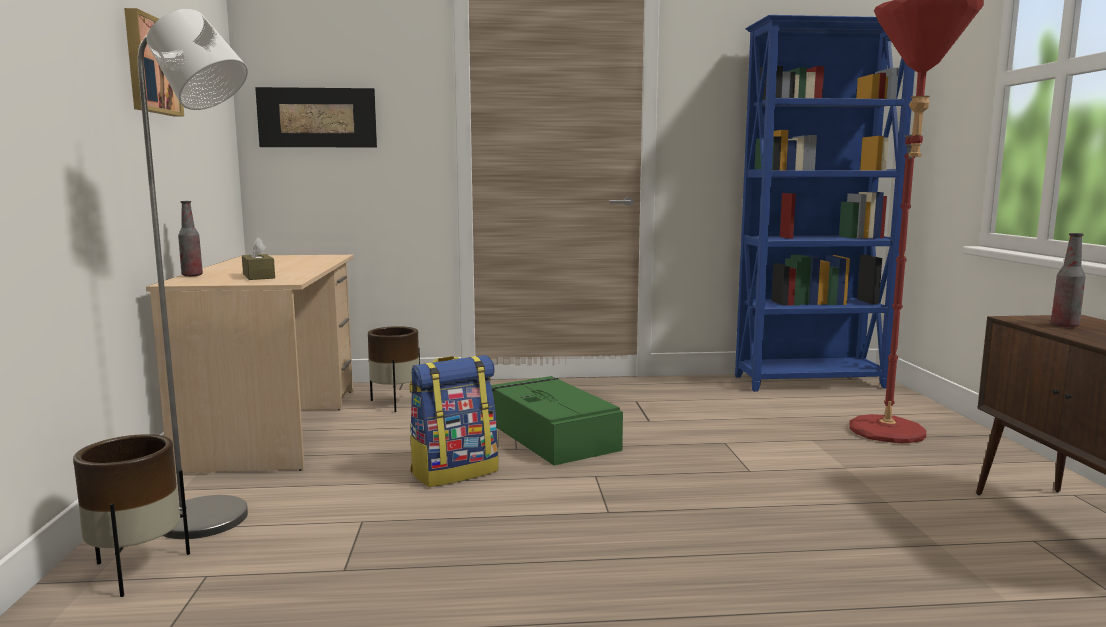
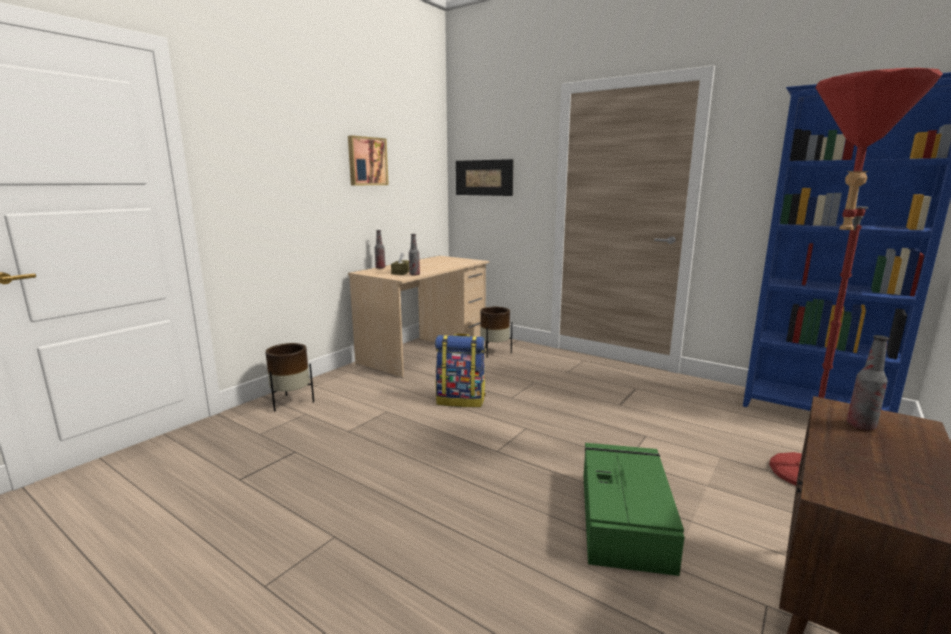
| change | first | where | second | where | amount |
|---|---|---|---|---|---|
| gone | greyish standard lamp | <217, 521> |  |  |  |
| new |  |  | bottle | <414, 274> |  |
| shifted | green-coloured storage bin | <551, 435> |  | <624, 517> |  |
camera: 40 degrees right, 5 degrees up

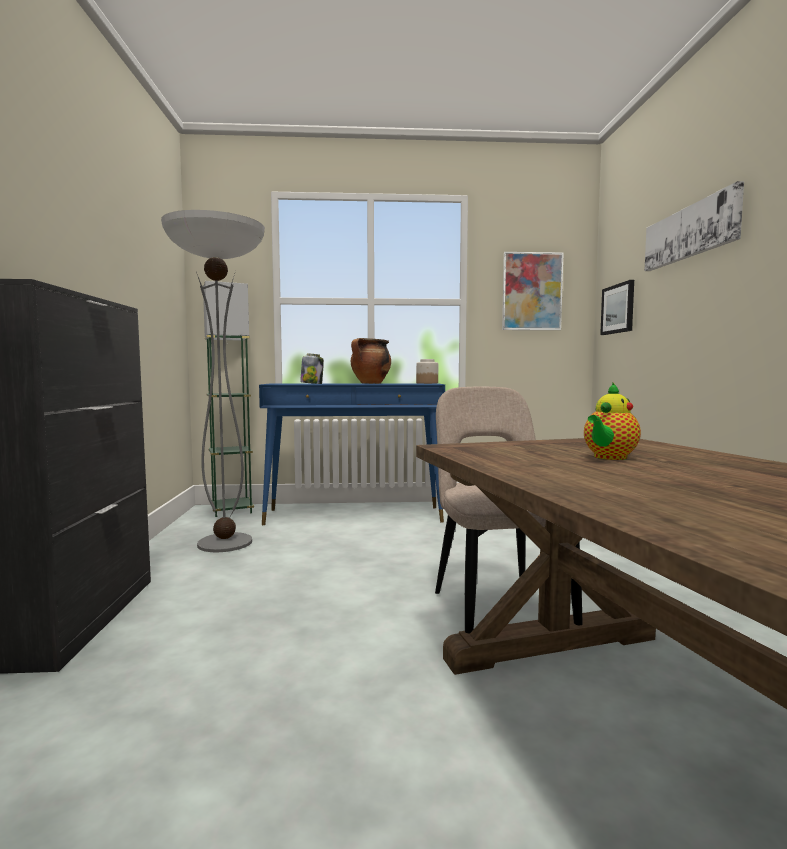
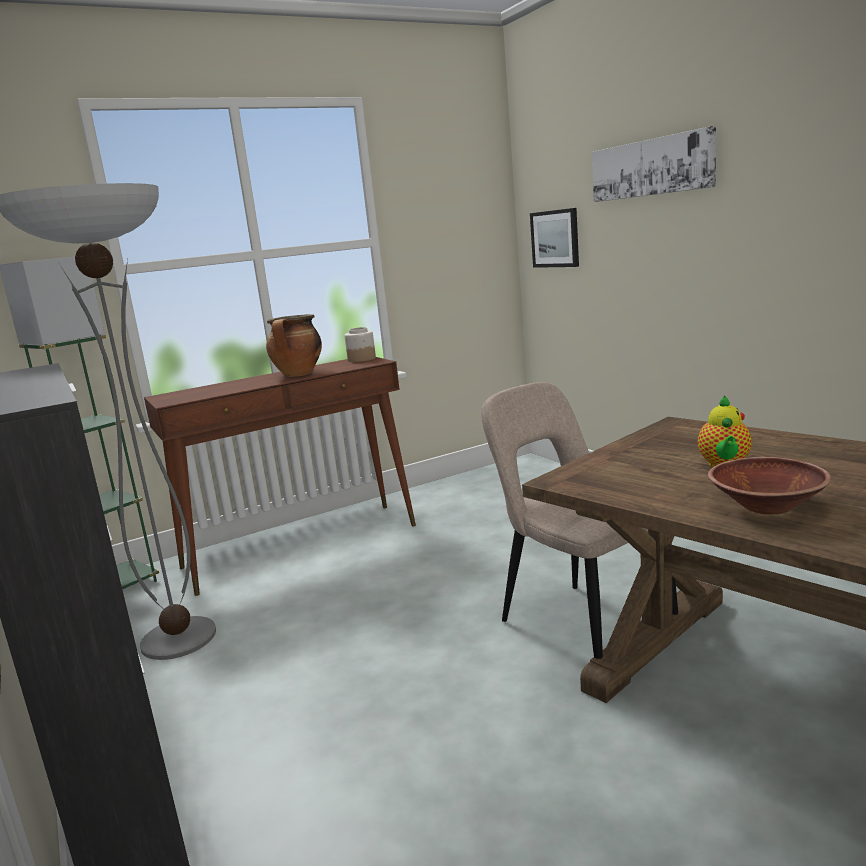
| change | first | where | second | where | amount |
|---|---|---|---|---|---|
| gone | preserve jar | <312, 383> |  |  |  |
| gone | wall picture | <532, 291> |  |  |  |
| new |  |  | brown deep dish | <767, 506> |  |
| repainted | blue console table | <355, 515> | brown console table | <302, 545> |  |
camera: 25 degrees left, 10 degrees up

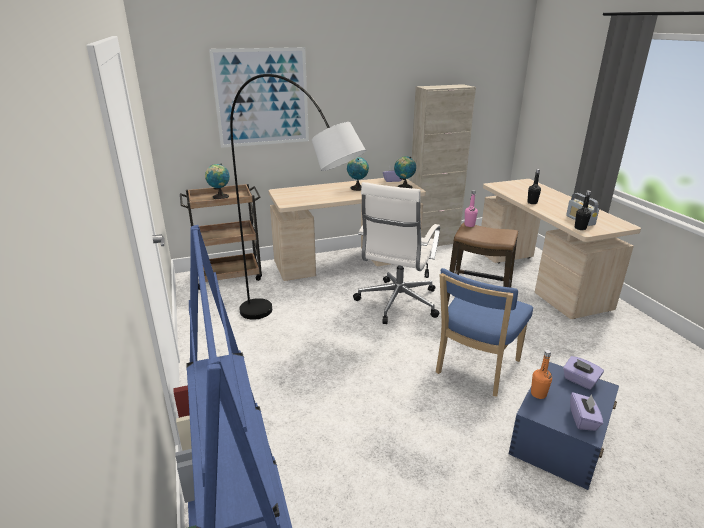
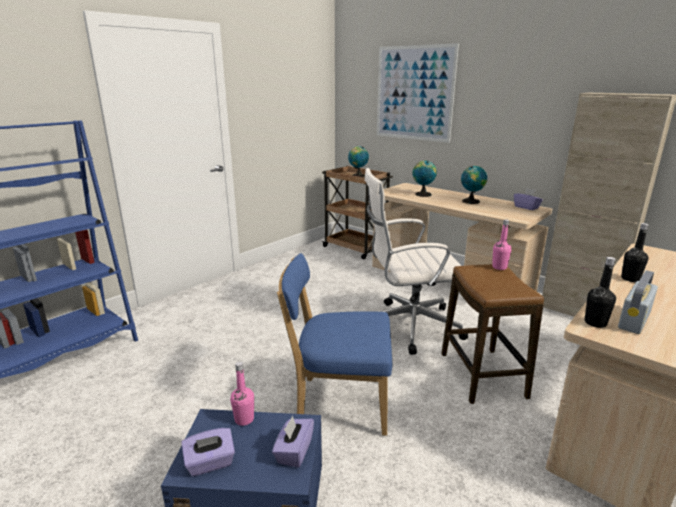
| change | first | where | second | where | amount |
|---|---|---|---|---|---|
| gone | greyish standard lamp | <300, 332> |  |  |  |
| shifted | globe | <403, 187> |  | <422, 194> |  |
| repainted | orange bottle | <538, 394> | pink bottle | <244, 419> |  |
camera: 60 degrees right, 5 degrees down

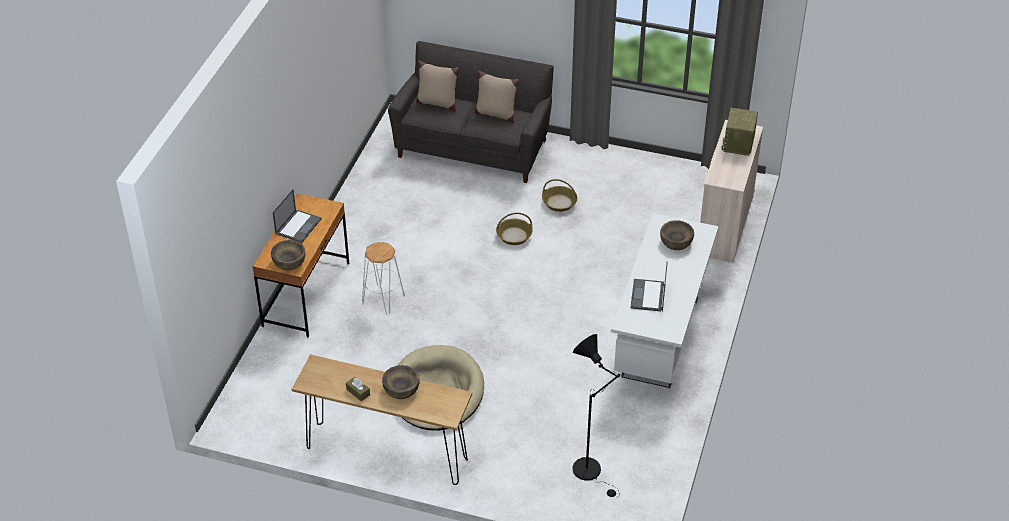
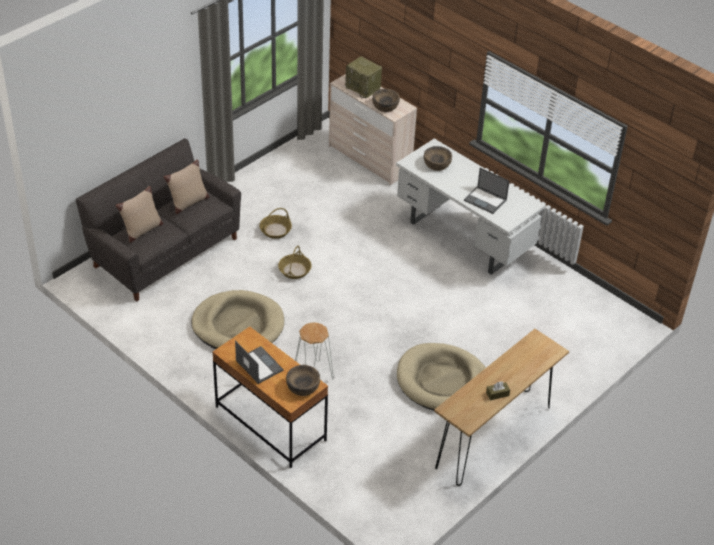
| change | first | where | second | where | amount |
|---|---|---|---|---|---|
| gone | black-coloured standard lamp | <591, 472> |  |  |  |
| new |  |  | sand-coloured dog cushion | <238, 325> |  |
| shifted | brown deep dish | <401, 389> |  | <385, 106> |  |
camera: 65 degrees left, 0 degrees up

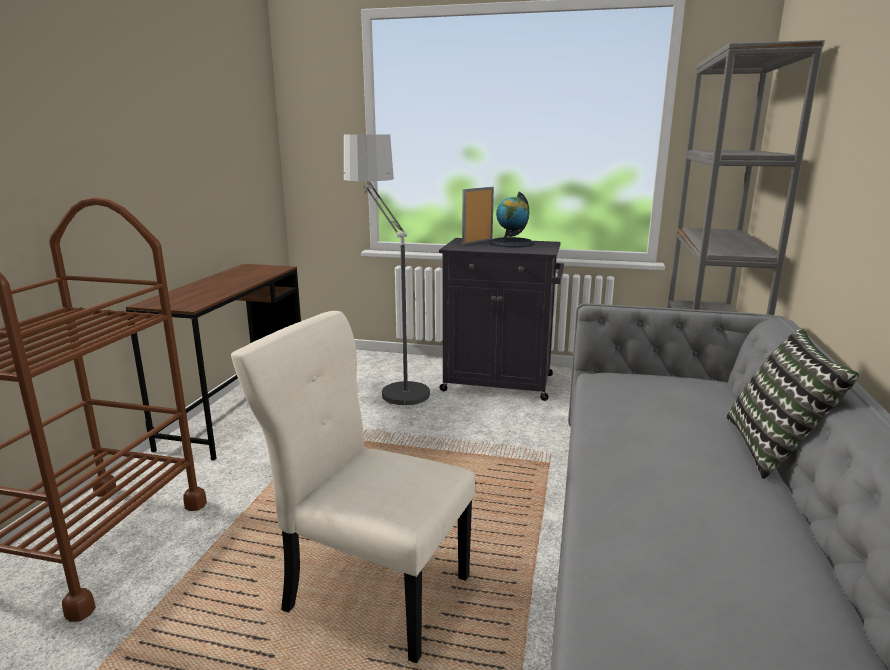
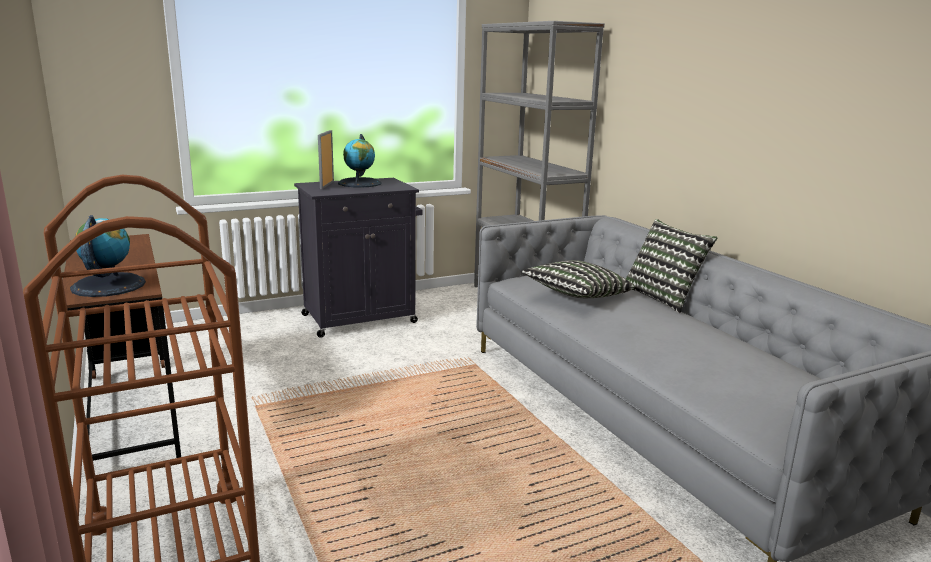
| change | first | where | second | where | amount |
|---|---|---|---|---|---|
| gone | sand-coloured plain chair | <371, 590> |  |  |  |
| gone | standard lamp | <389, 383> |  |  |  |
| new |  |  | globe | <108, 285> |  |
| new |  |  | pillow | <576, 296> |  |
camera: 40 degrees left, 0 degrees up

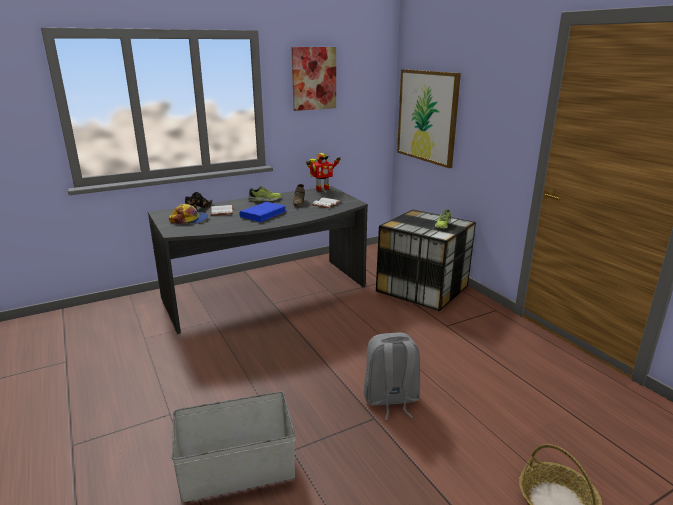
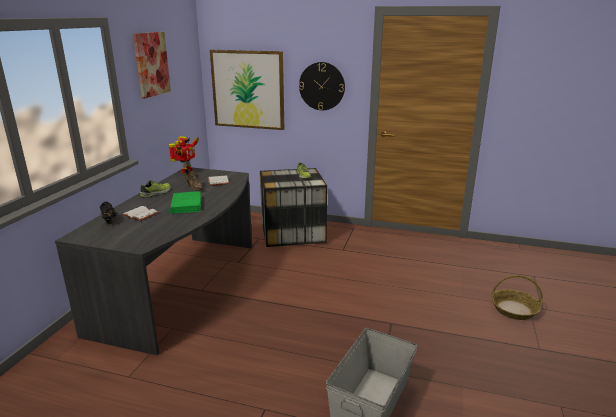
| change | first | where | second | where | amount |
|---|---|---|---|---|---|
| gone | peaked cap | <190, 220> |  |  |  |
| gone | greyish knapsack | <391, 400> |  |  |  |
| new |  |  | hanging clock | <322, 86> |  |
| repainted | blue volume | <263, 214> | green-coloured volume | <186, 205> |  |
camera: 45 degrees left, 0 degrees up

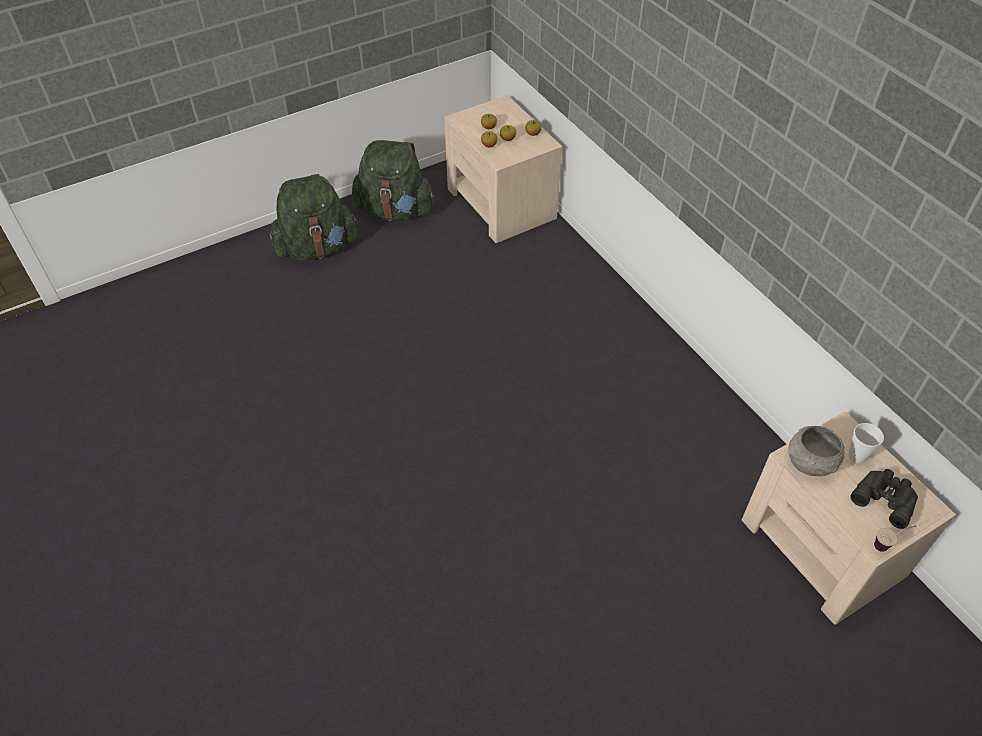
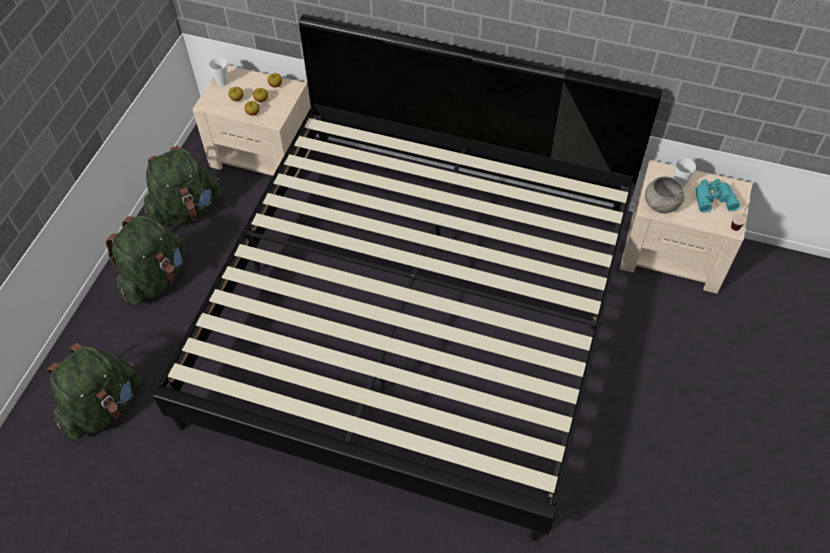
| change | first | where | second | where | amount |
|---|---|---|---|---|---|
| new |  |  | green-coloured knapsack | <104, 407> |  |
| new |  |  | bedroom bed | <416, 313> |  |
| new |  |  | small cup | <222, 82> |  |
| repainted | black-coloured binoculars | <885, 497> | blue-green binoculars | <713, 197> |  |
camera: 40 degrees left, 5 degrees up

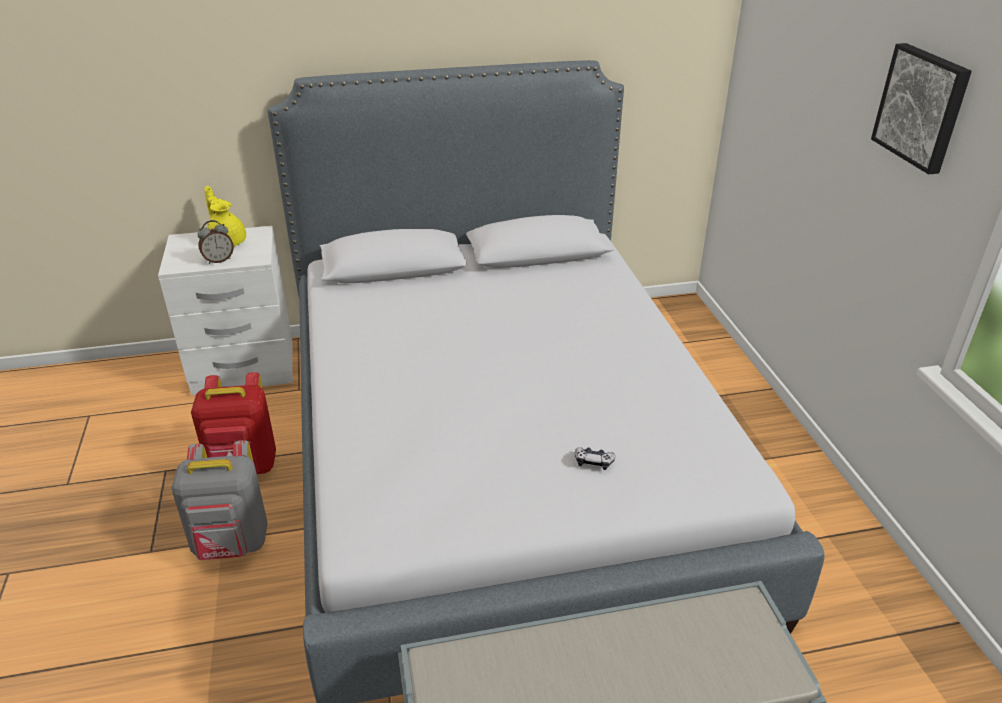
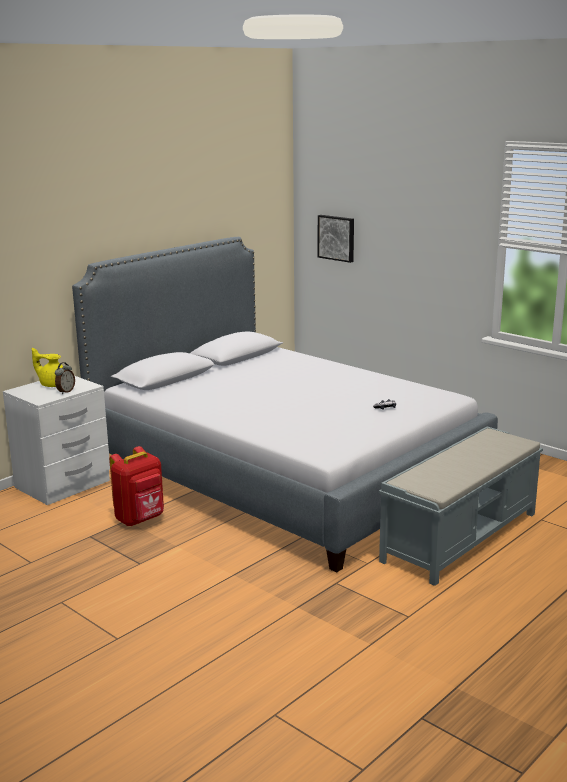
| change | first | where | second | where | amount |
|---|---|---|---|---|---|
| gone | greyish knapsack | <232, 545> |  |  |  |
| shifted | wall picture | <922, 107> |  | <337, 238> |  |
camera: 35 degrees left, 15 degrees down

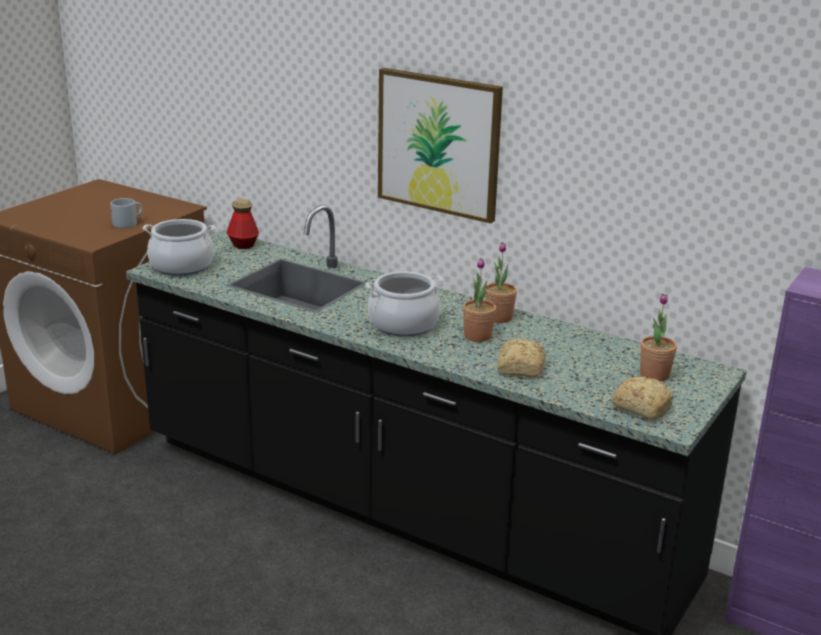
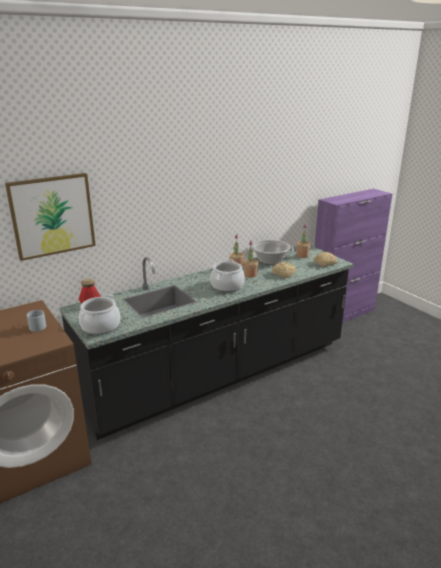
| change | first | where | second | where | amount |
|---|---|---|---|---|---|
| new |  |  | cooking pot | <270, 260> |  |
| shifted | wall picture | <439, 144> |  | <52, 215> |  |
camera: 65 degrees left, 0 degrees up

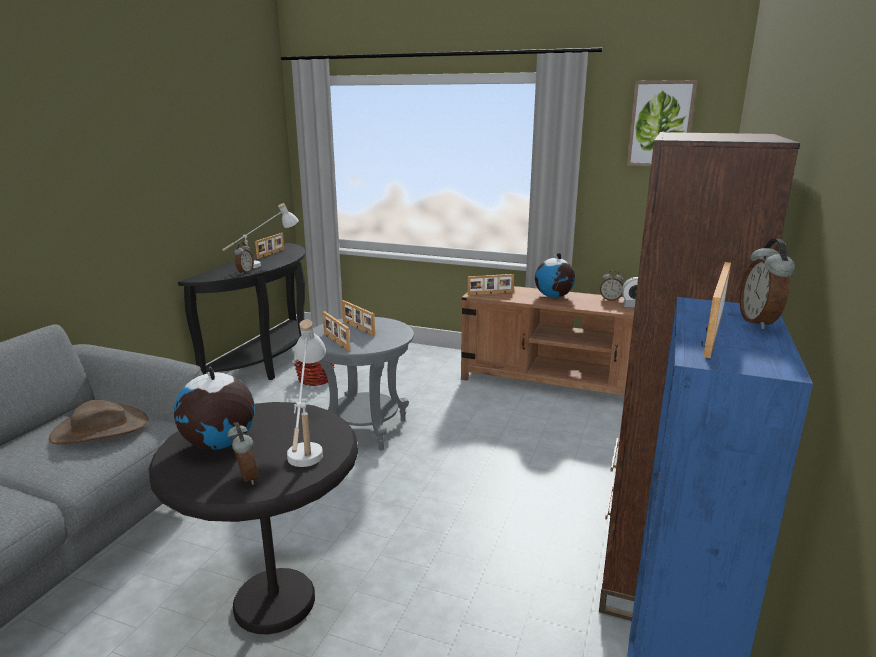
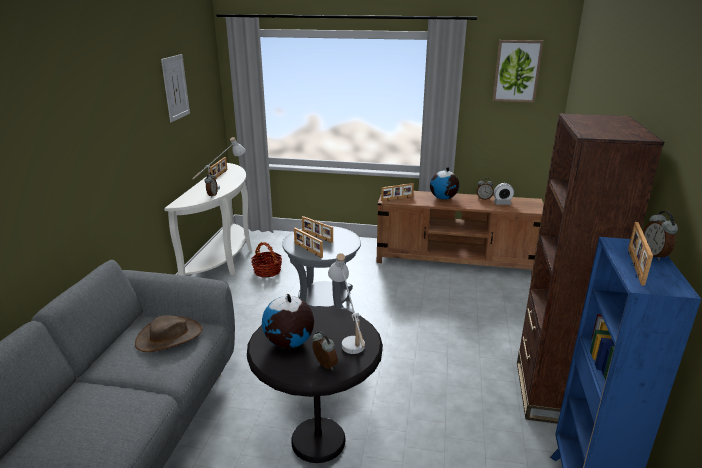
| change | first | where | second | where | amount |
|---|---|---|---|---|---|
| new |  |  | wall picture | <175, 87> |  |
| repainted | black-coloured console table | <269, 363> | white console table | <224, 261> |  |
camera: 10 degrees left, 5 degrees up

